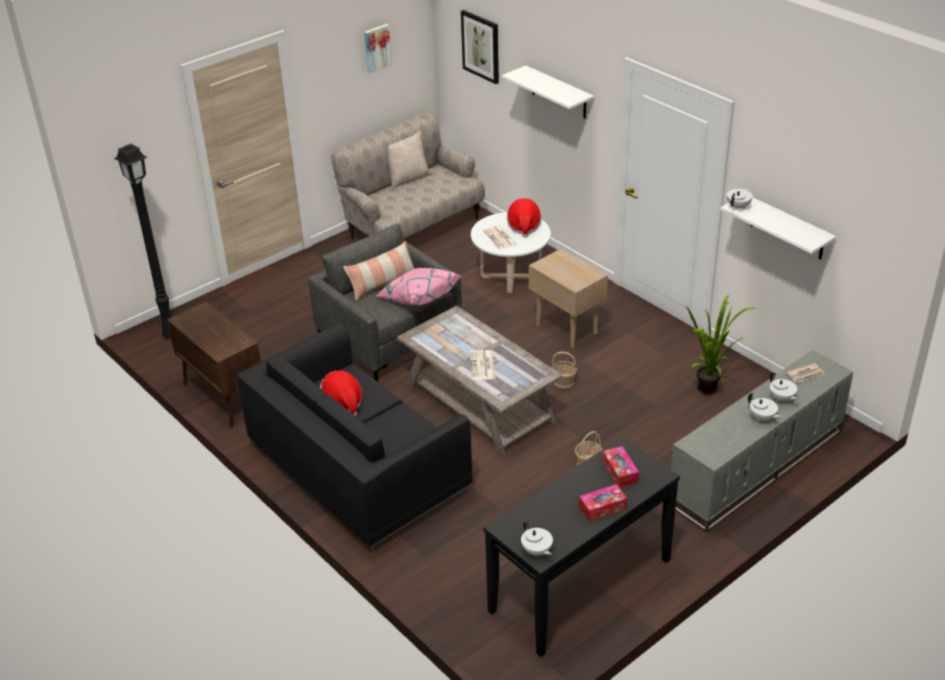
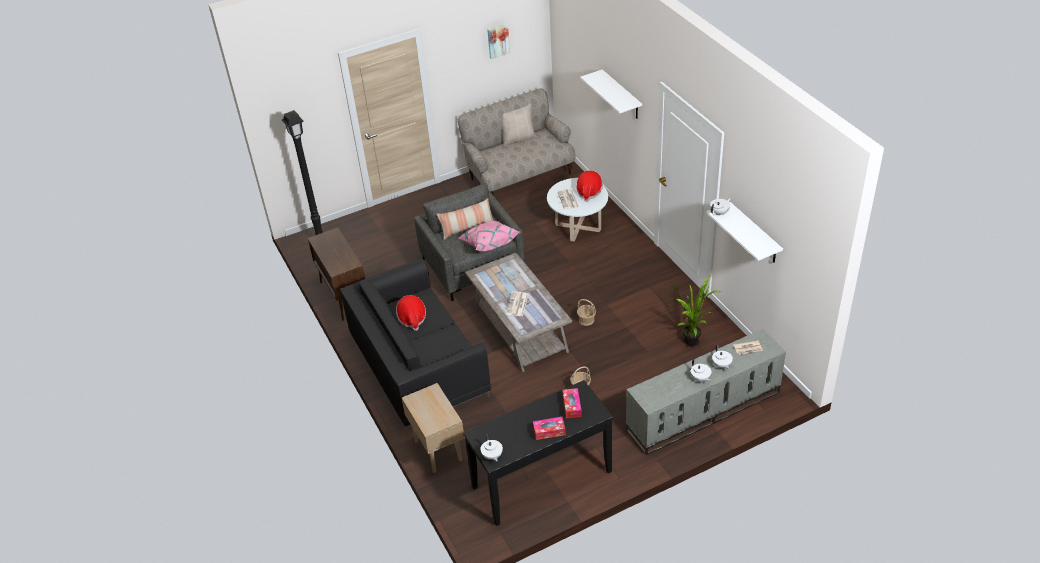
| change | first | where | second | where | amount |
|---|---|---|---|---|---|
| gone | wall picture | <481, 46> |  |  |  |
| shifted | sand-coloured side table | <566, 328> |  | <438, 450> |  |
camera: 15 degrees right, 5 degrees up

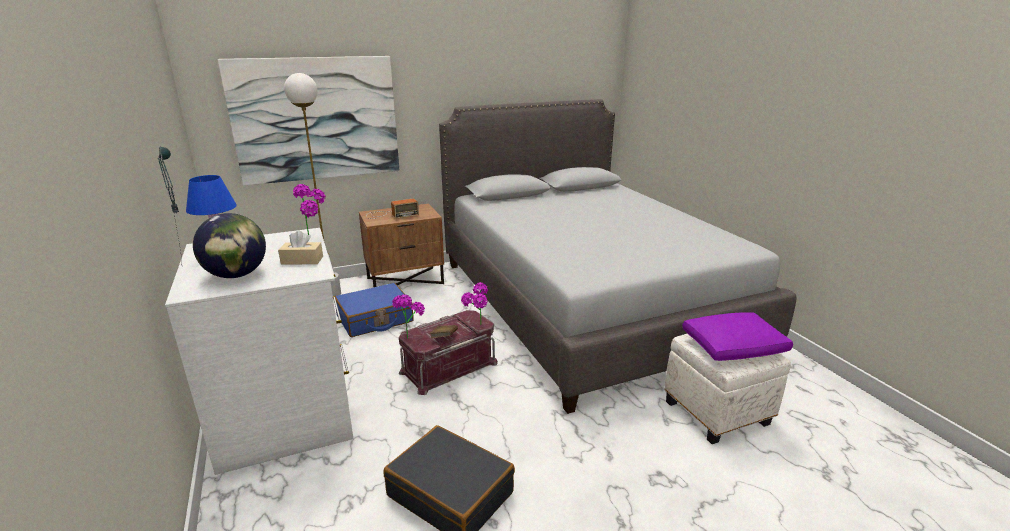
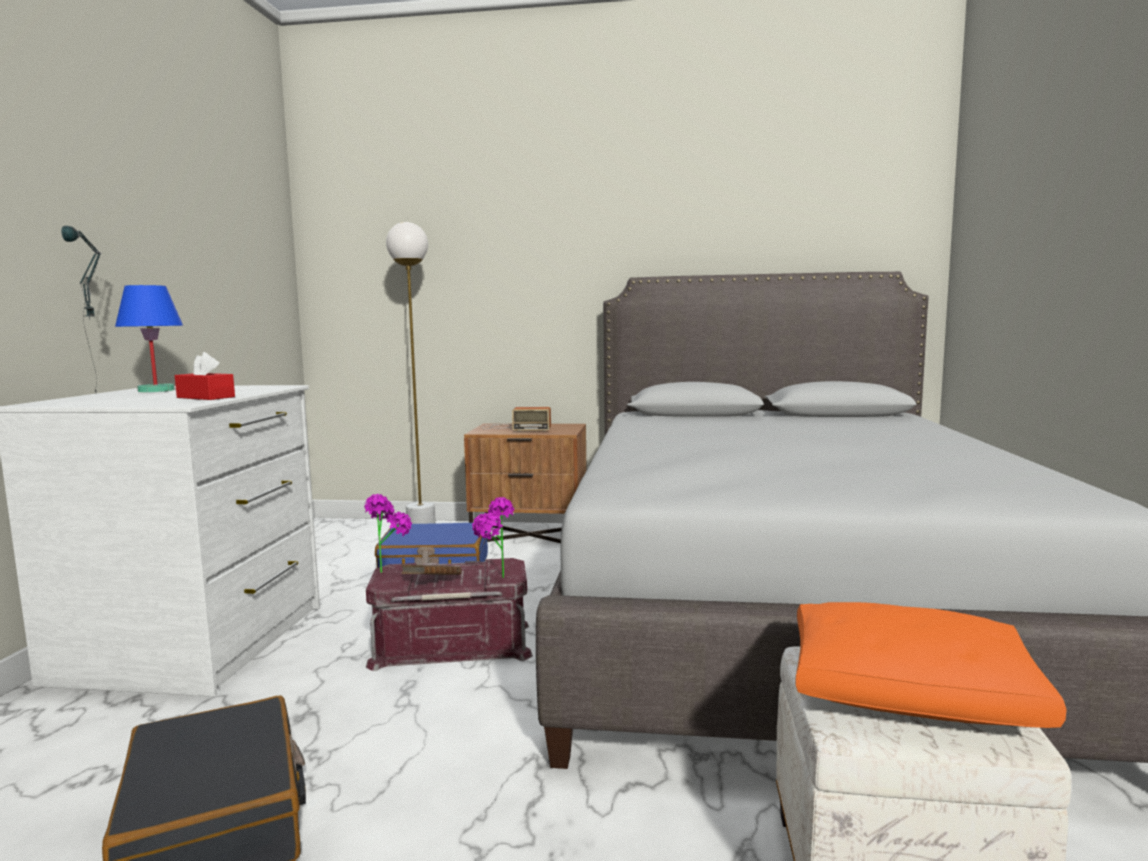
| change | first | where | second | where | amount |
|---|---|---|---|---|---|
| gone | globe | <237, 275> |  |  |  |
| gone | wall picture | <316, 119> |  |  |  |
| gone | potted plant | <315, 236> |  |  |  |
| repainted | sand-coloured tissue box | <302, 260> | red-coloured tissue box | <205, 397> |  |
| repainted | purple pillow | <734, 347> | orange pillow | <912, 692> |  |
camera: 30 degrees right, 15 degrees down

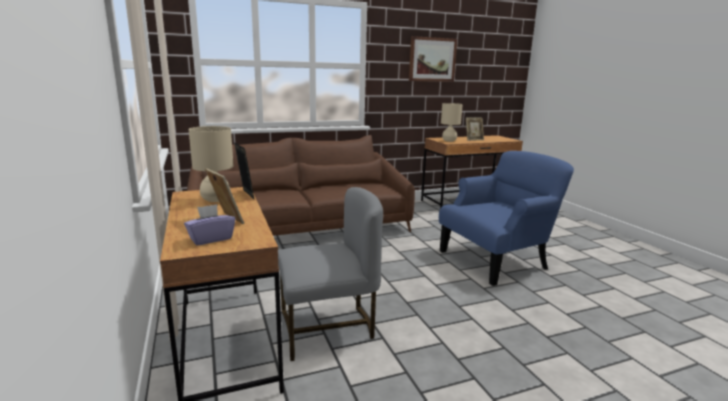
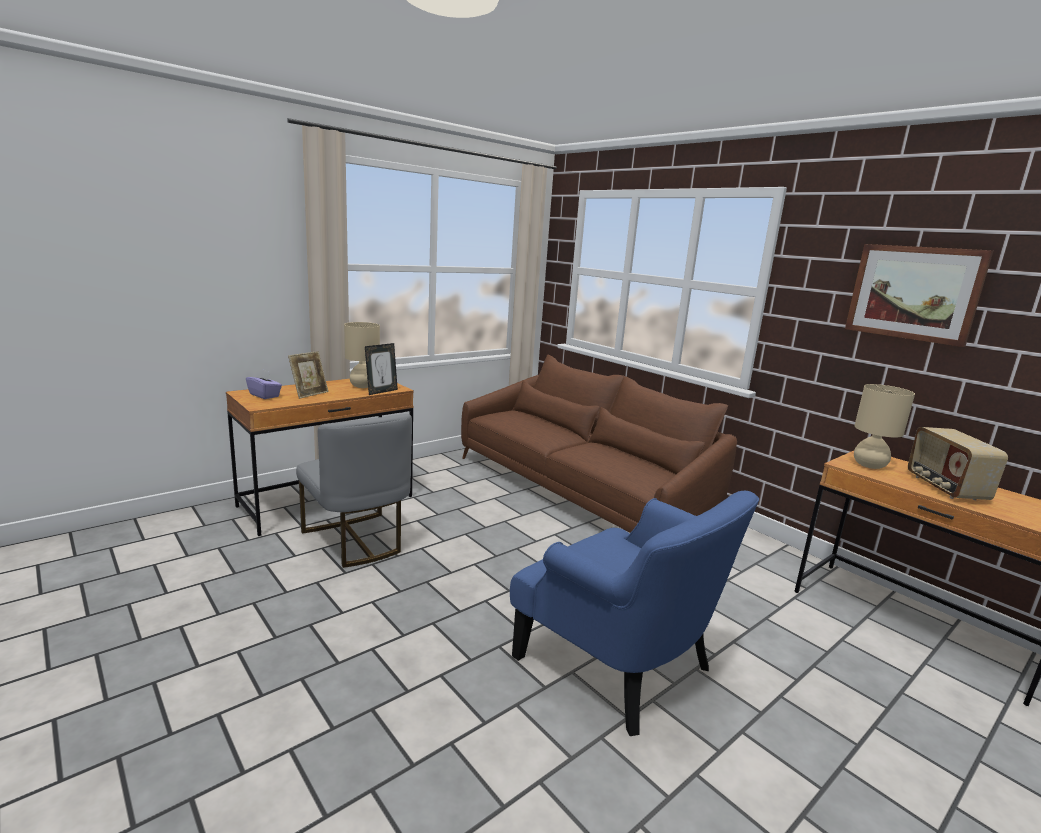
| change | first | where | second | where | amount |
|---|---|---|---|---|---|
| swapped | photo frame | <473, 140> | radio set | <944, 488> |  |
camera: 70 degrees right, 0 degrees up

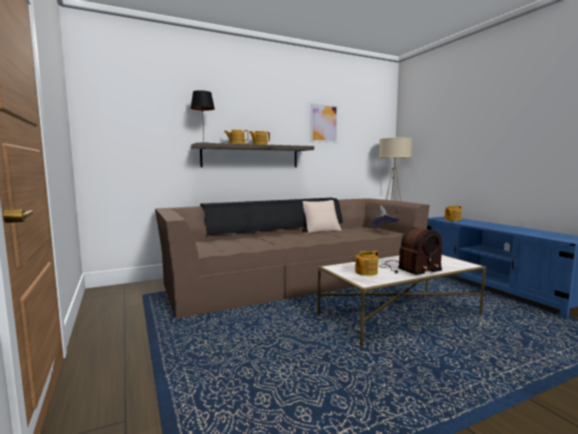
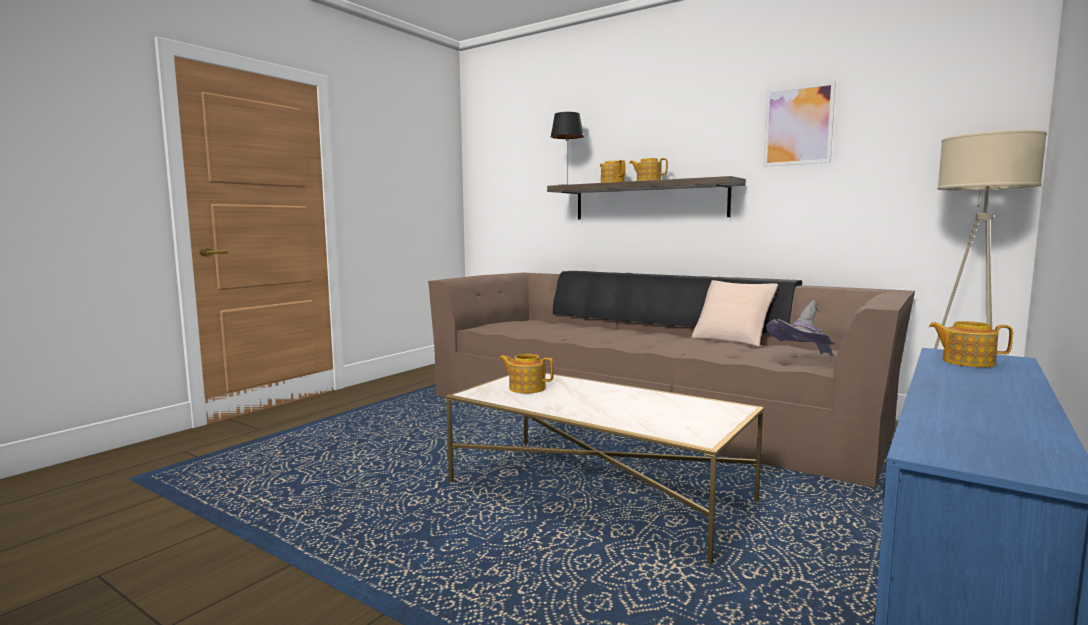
| change | first | where | second | where | amount |
|---|---|---|---|---|---|
| gone | radio set | <408, 269> |  |  |  |
camera: 60 degrees right, 0 degrees up

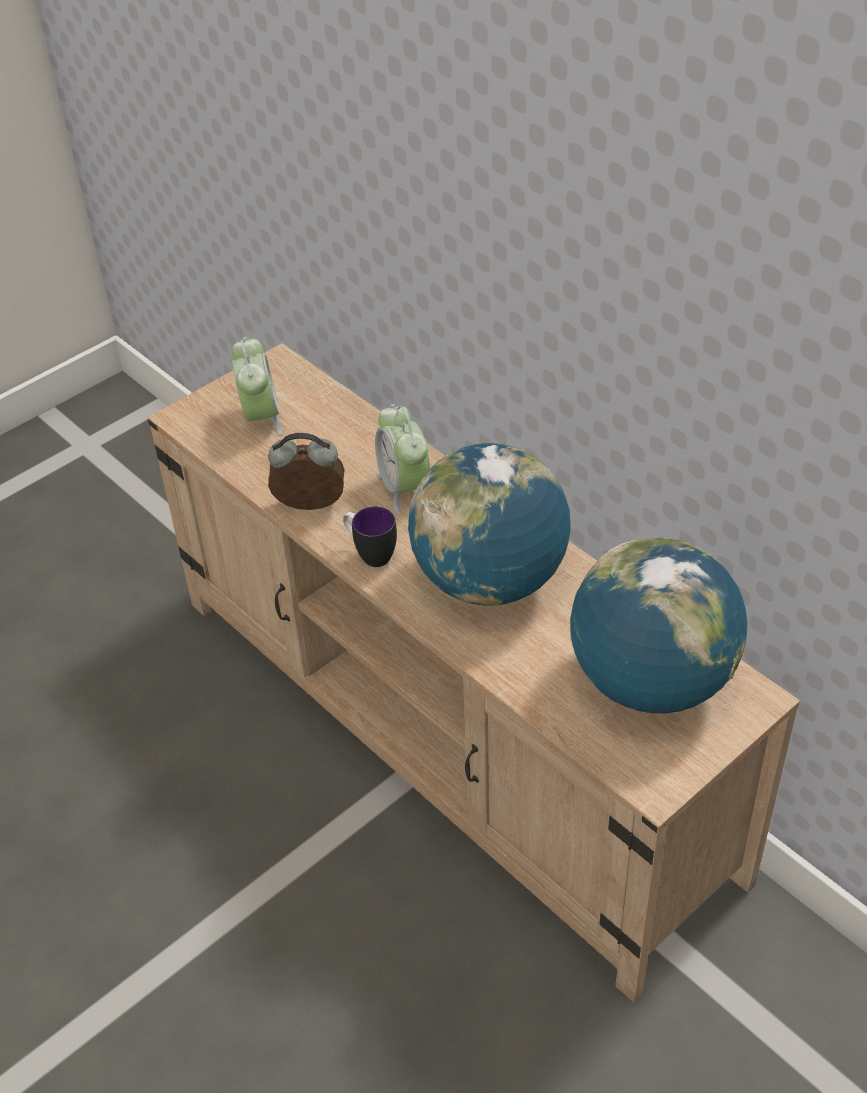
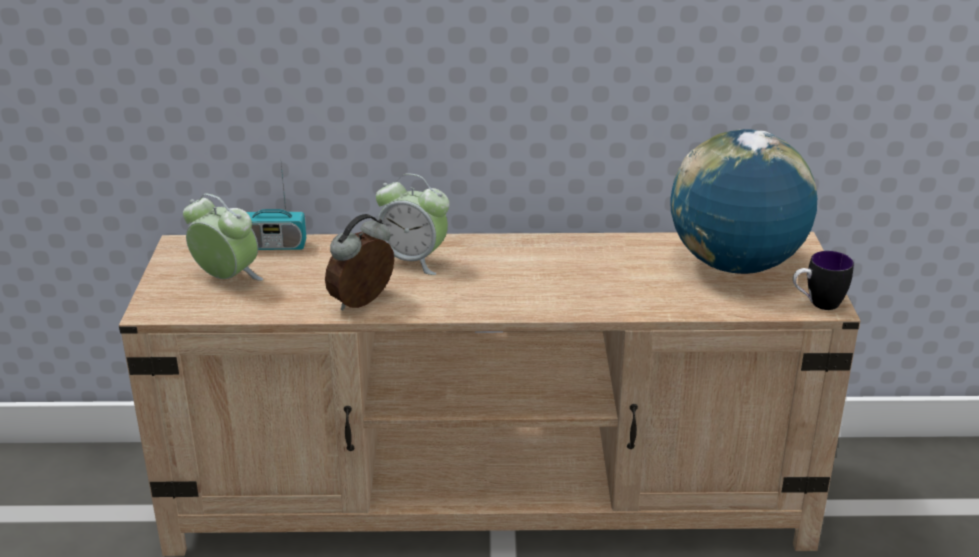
| change | first | where | second | where | amount |
|---|---|---|---|---|---|
| gone | globe | <489, 581> |  |  |  |
| new |  |  | radio set | <275, 246> |  |
| shifted | mug | <370, 554> |  | <817, 304> |  |
camera: 50 degrees left, 15 degrees down

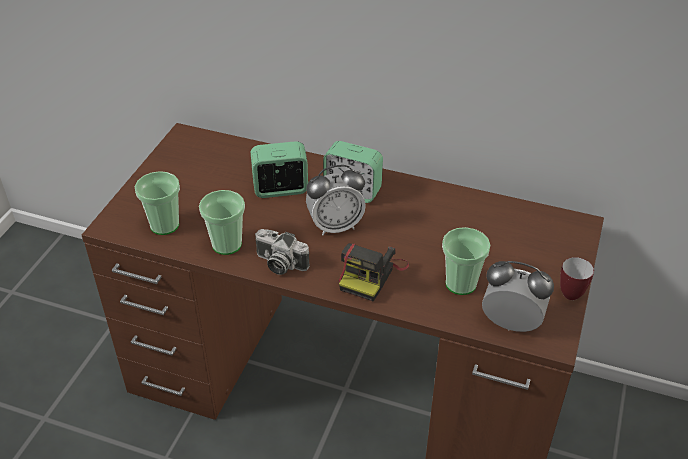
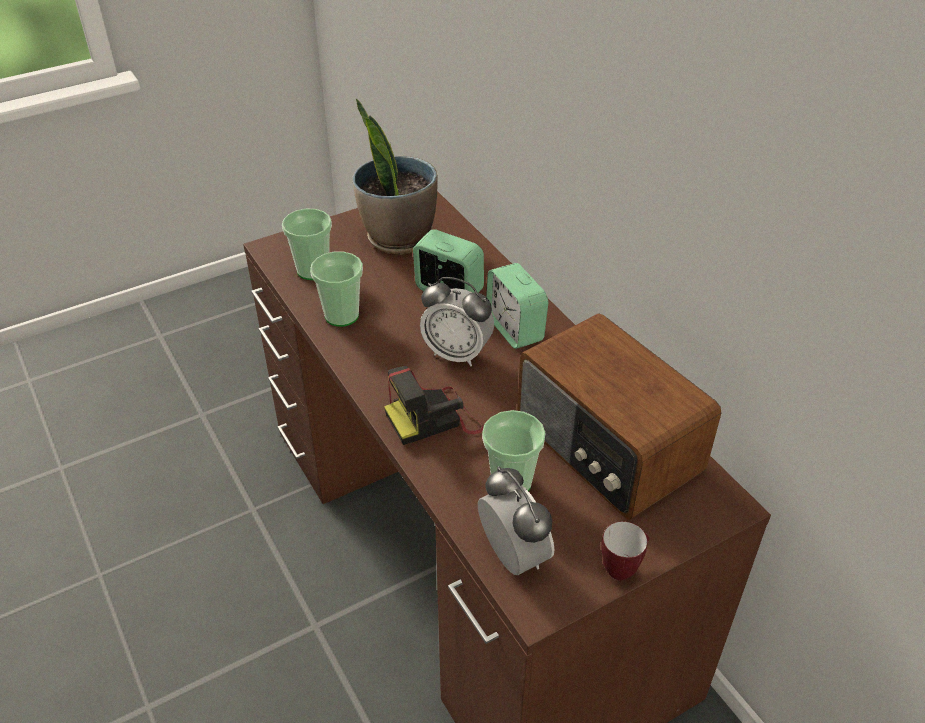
| change | first | where | second | where | amount |
|---|---|---|---|---|---|
| gone | still camera | <279, 264> |  |  |  |
| new |  |  | potted plant | <398, 238> |  |
| new |  |  | radio set | <606, 447> |  |
camera: 40 degrees right, 0 degrees up

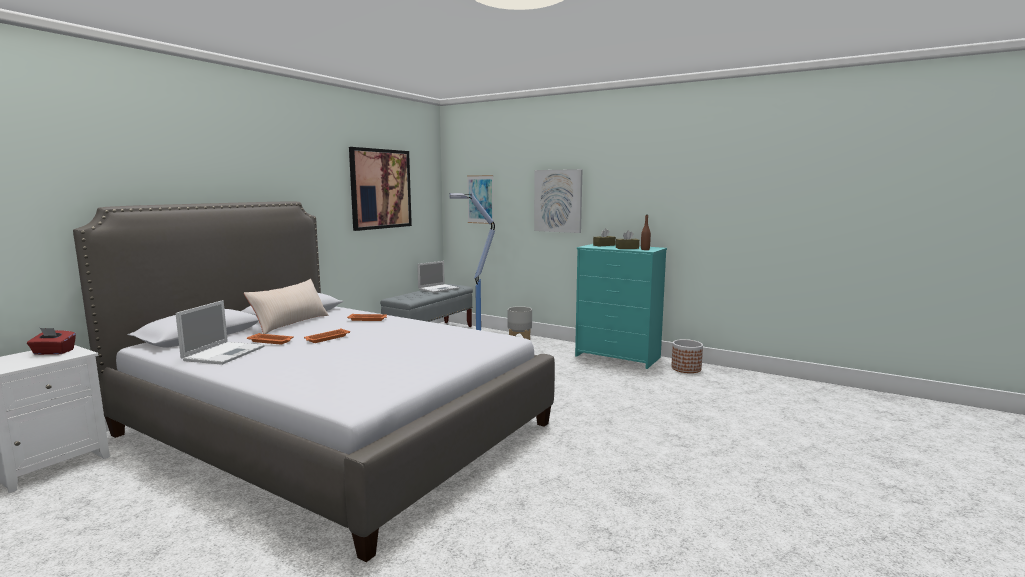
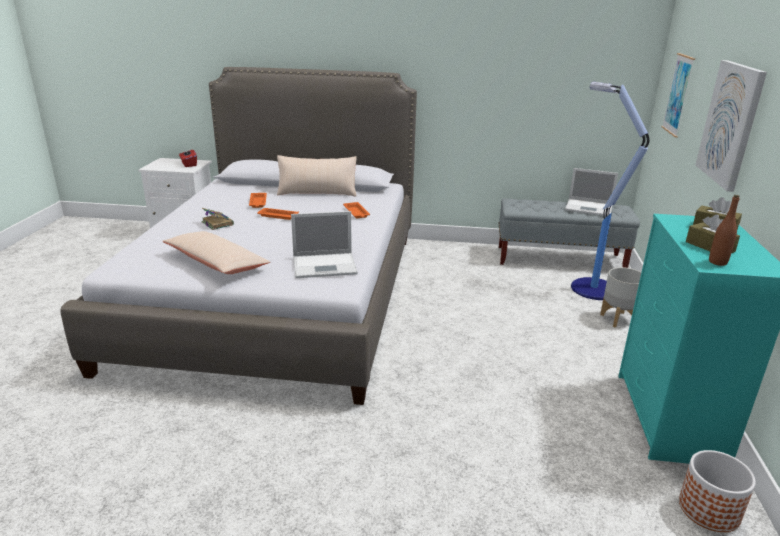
| change | first | where | second | where | amount |
|---|---|---|---|---|---|
| gone | wall picture | <381, 189> |  |  |  |
| new |  |  | sand-coloured pillow | <216, 263> |  |
| new |  |  | volume | <217, 223> |  |
| shifted | notebook computer | <225, 353> |  | <326, 265> |  |
camera: 65 degrees right, 15 degrees up

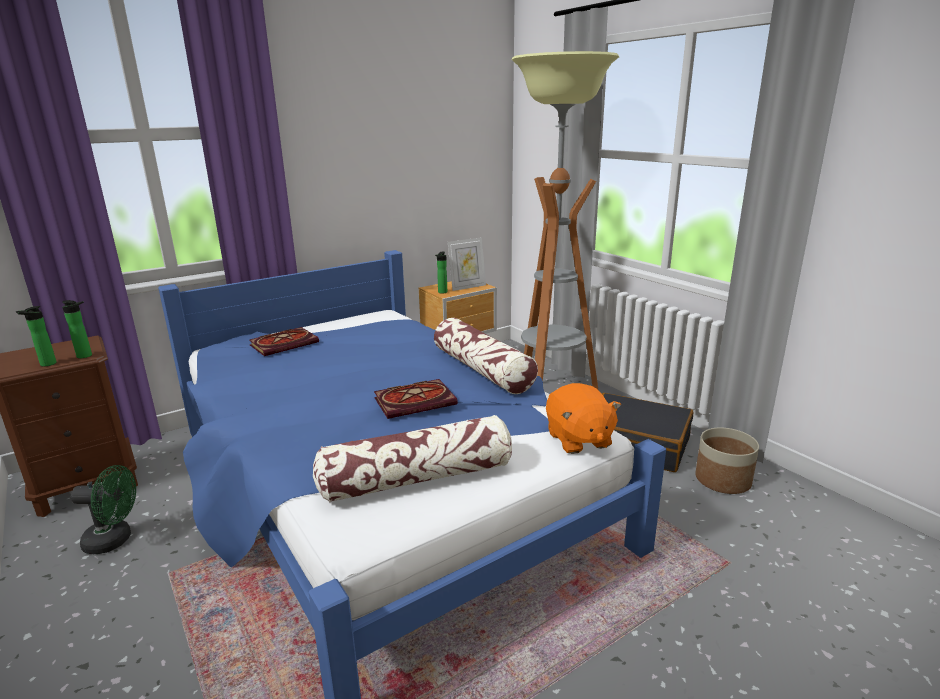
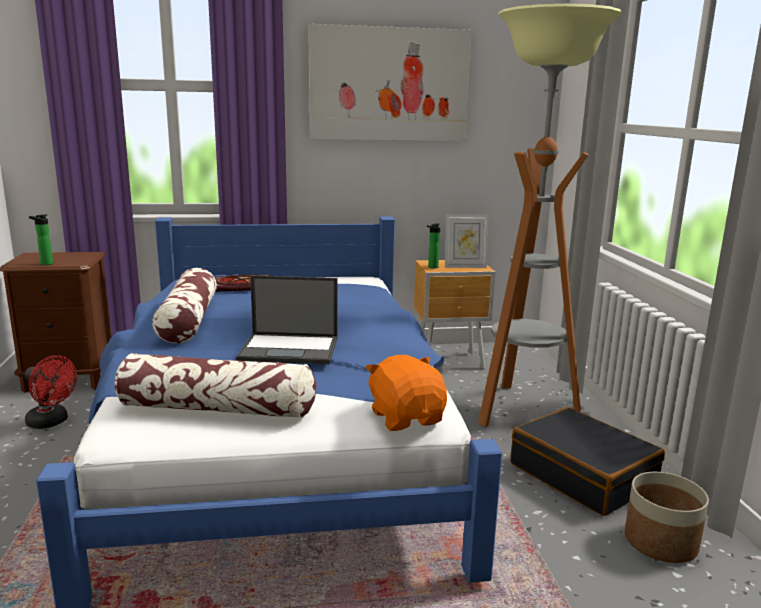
| change | first | where | second | where | amount |
|---|---|---|---|---|---|
| gone | bottle | <86, 356> |  |  |  |
| new |  |  | wall picture | <389, 84> |  |
| shifted | pillow | <482, 370> |  | <188, 320> |  |
| swapped | volume | <416, 401> | notebook computer | <290, 349> |  |
| repainted | green-coloured electric fan | <115, 540> | red-coloured electric fan | <52, 422> |  |
| rotated | orange soft toy | <578, 439> |  | <406, 418> | 150 degrees clockwise |
camera: 25 degrees right, 5 degrees down

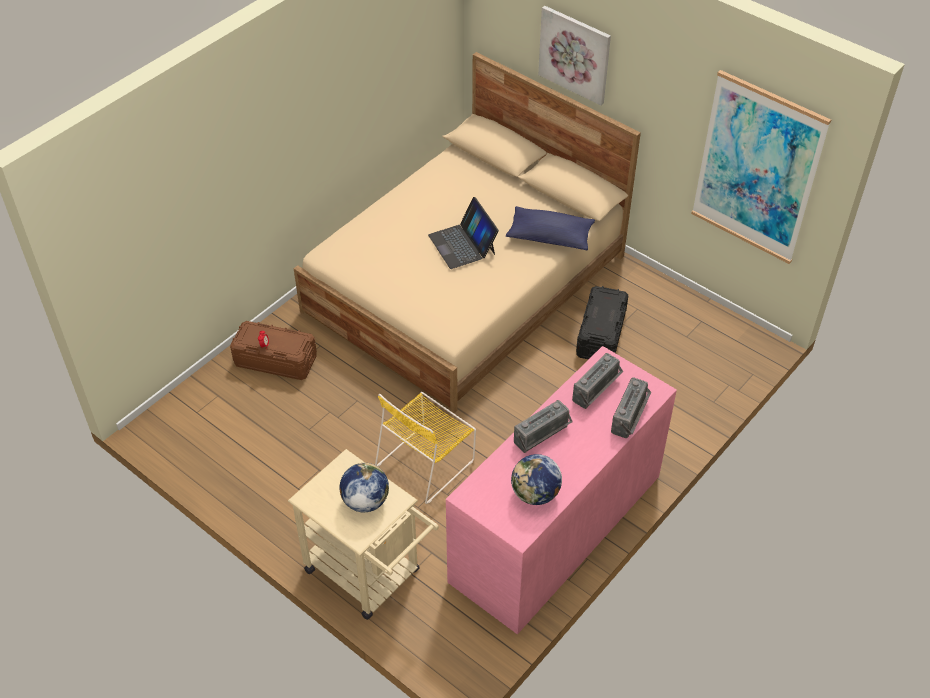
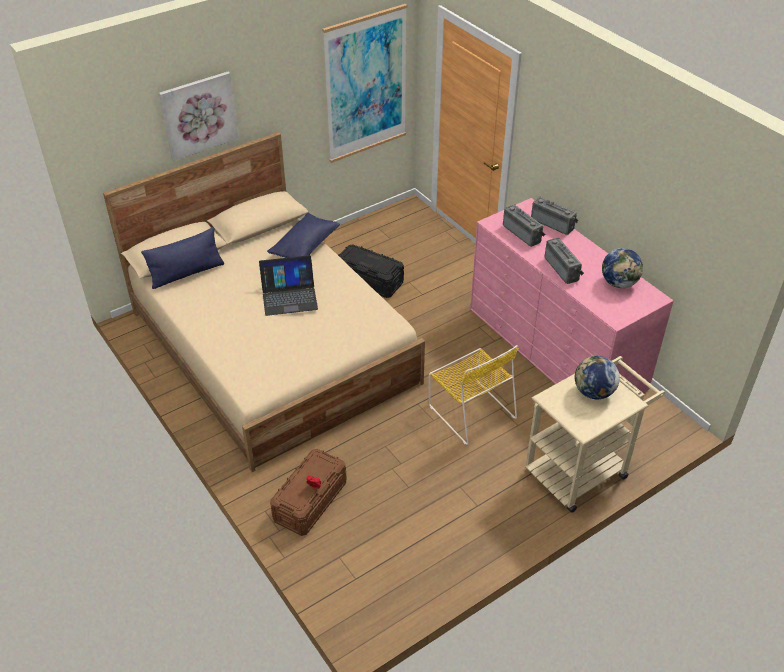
| change | first | where | second | where | amount |
|---|---|---|---|---|---|
| new |  |  | blue pillow | <187, 273> |  |
camera: 75 degrees left, 5 degrees down

